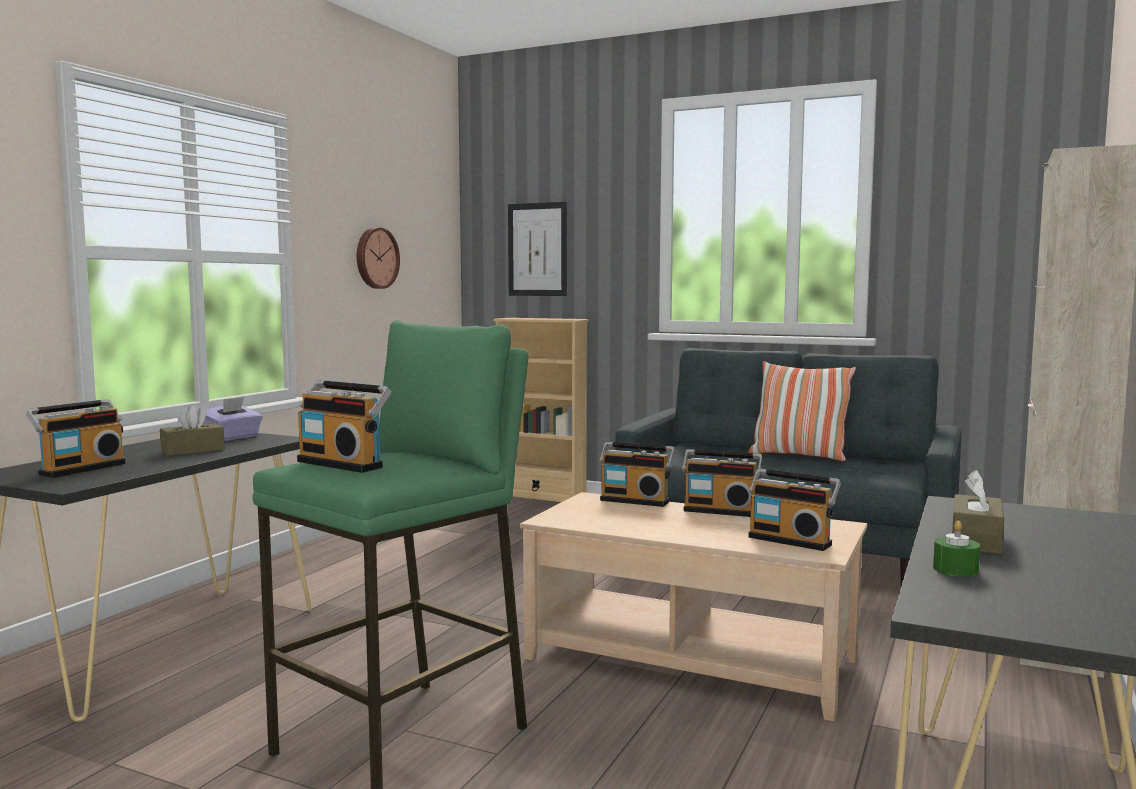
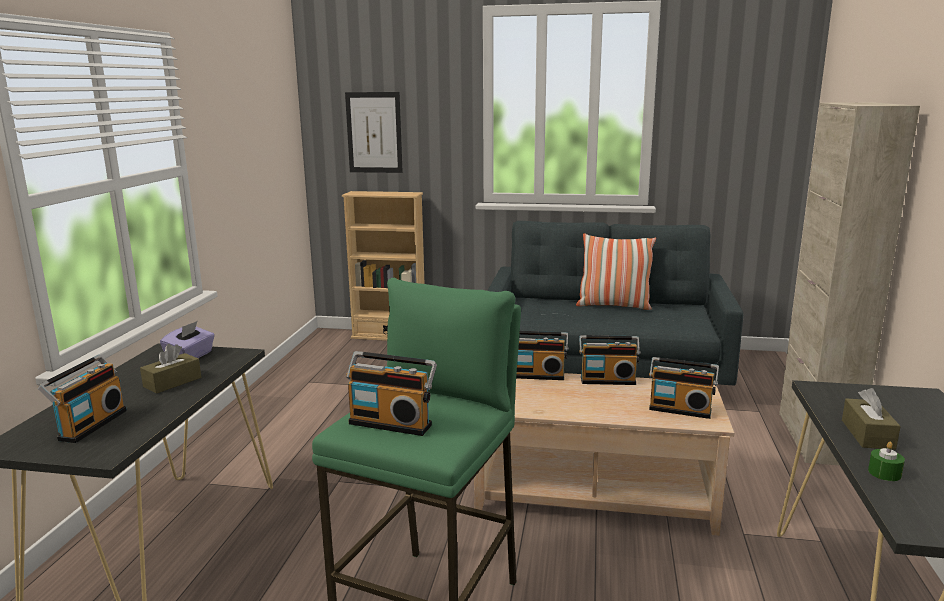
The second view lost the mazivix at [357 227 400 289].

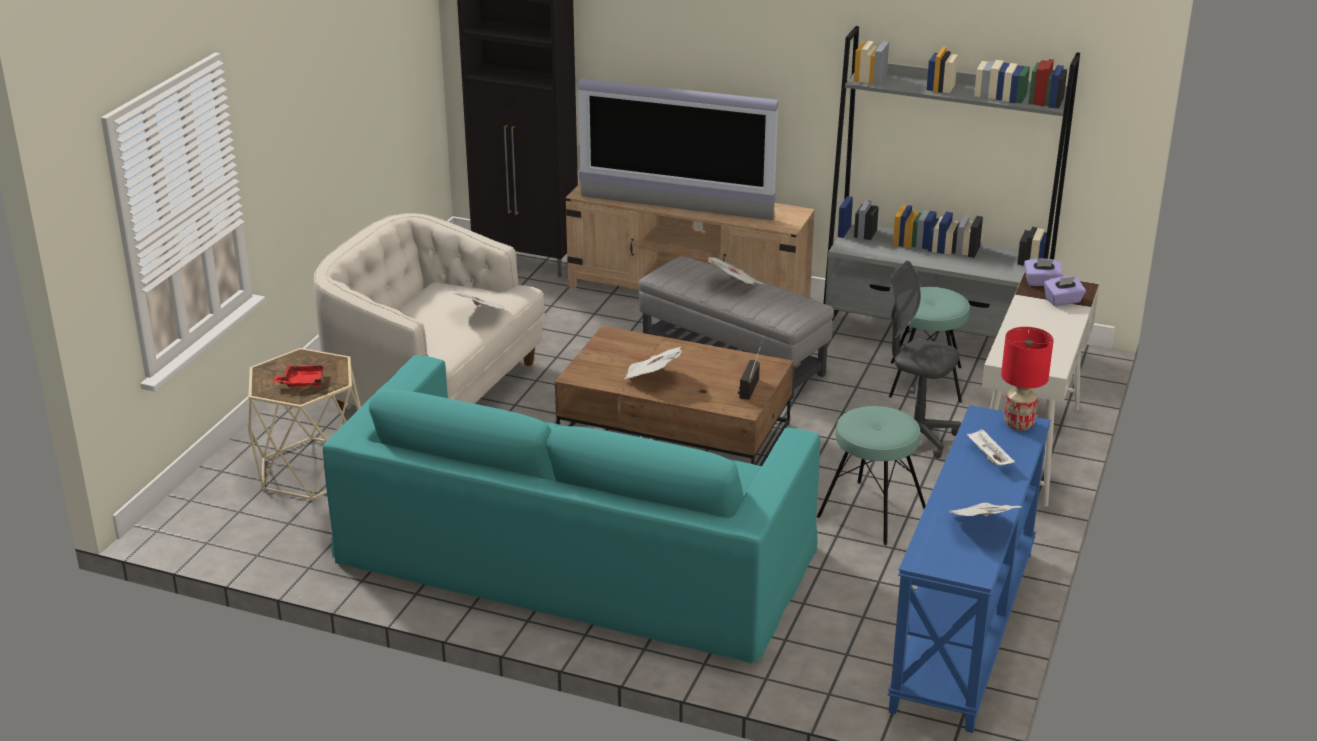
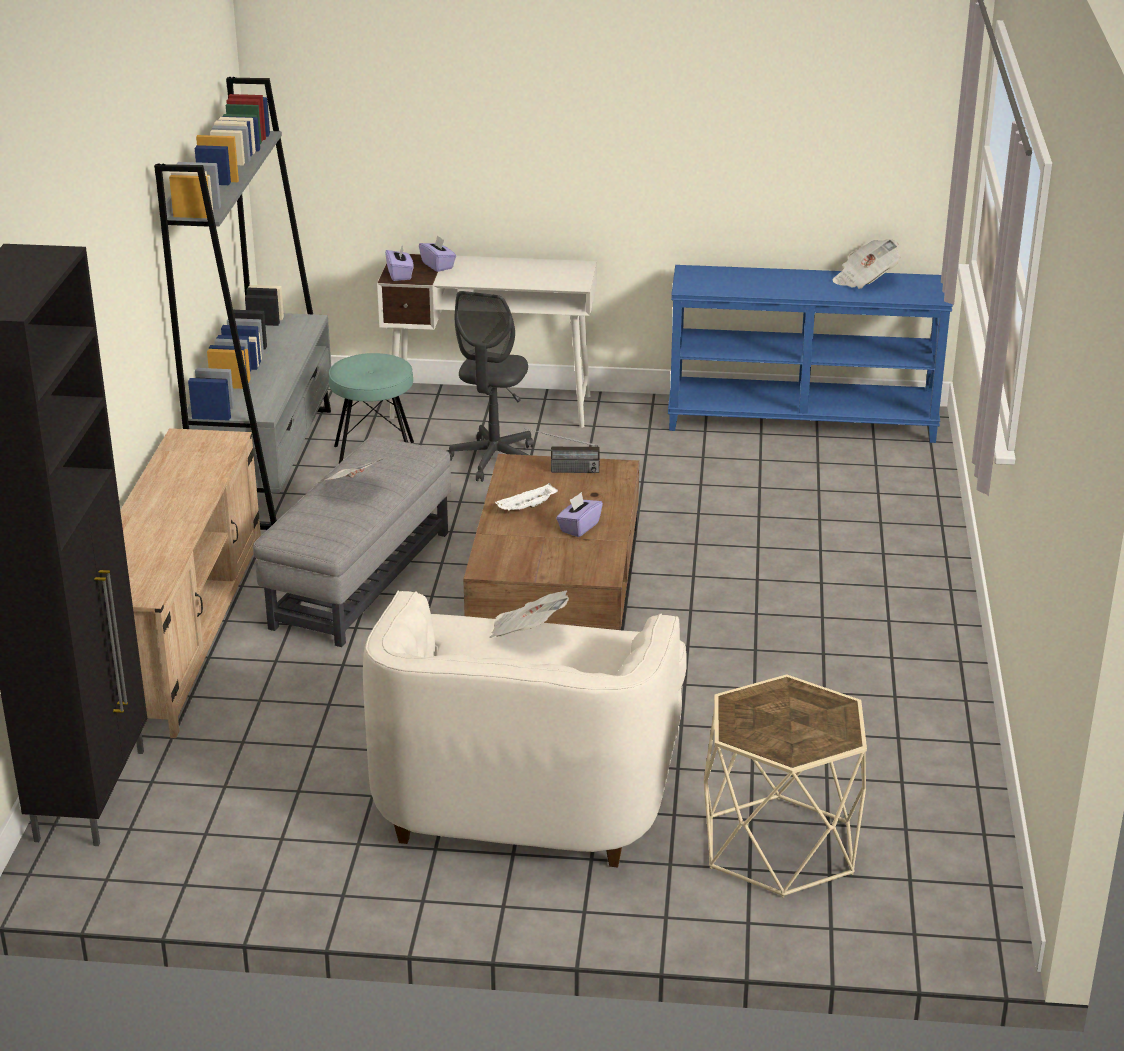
The second view lost the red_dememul at [273 364 325 387].
The second view lost the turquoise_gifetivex at [323 355 820 663].
The second view lost the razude at [578 79 778 220].
The second view lost the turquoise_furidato at [817 406 926 545].
The second view lost the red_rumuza at [1001 327 1054 431].
The white_dememul ended up elsewhere, having gone from [967 429 1015 465] to [495 483 558 511].
Where the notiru stood at [624 347 682 379], the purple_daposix came to stand at [556 492 603 537].

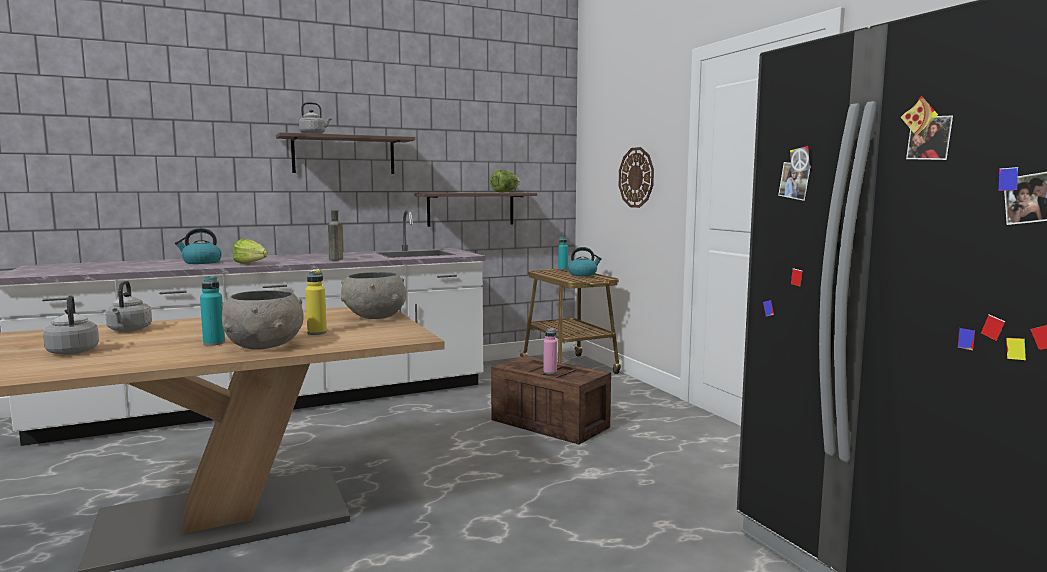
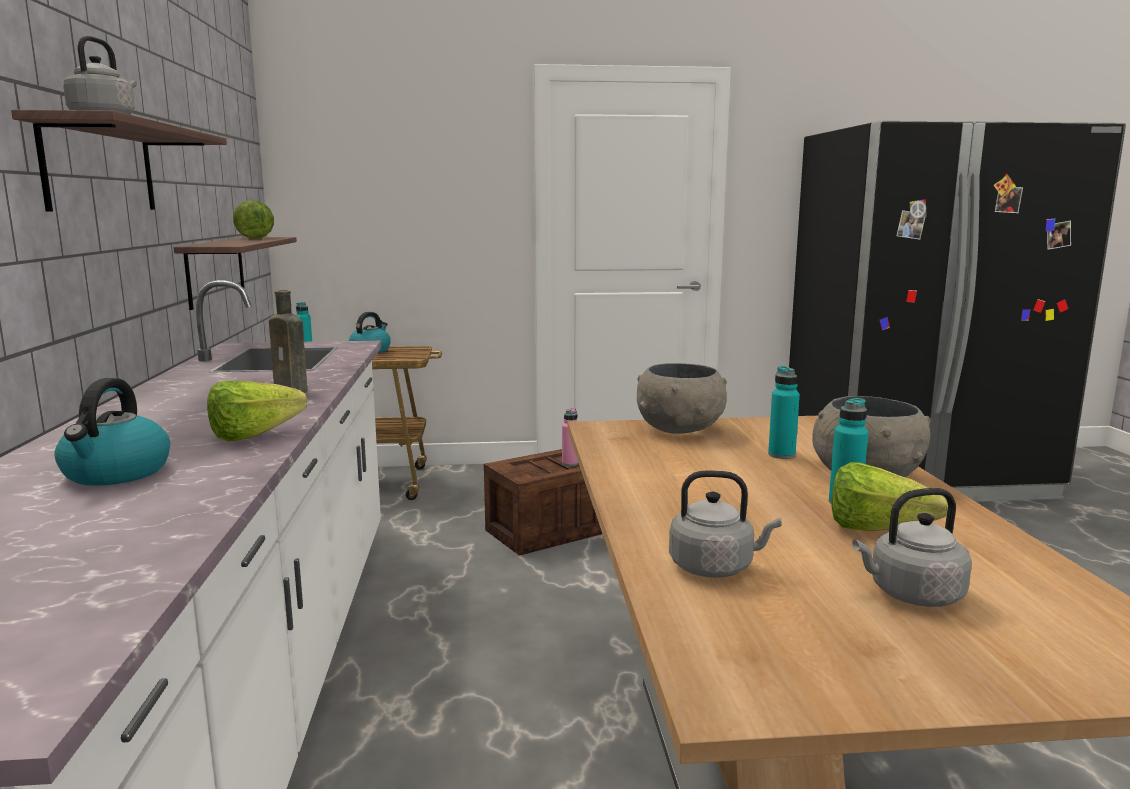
The second view lost the mazivix at [619 147 654 208].
The second view gained the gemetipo at [832 462 948 531].
What was the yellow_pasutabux at [305 270 327 335] turned into the turquoise_pasutabux at [768 366 800 459].

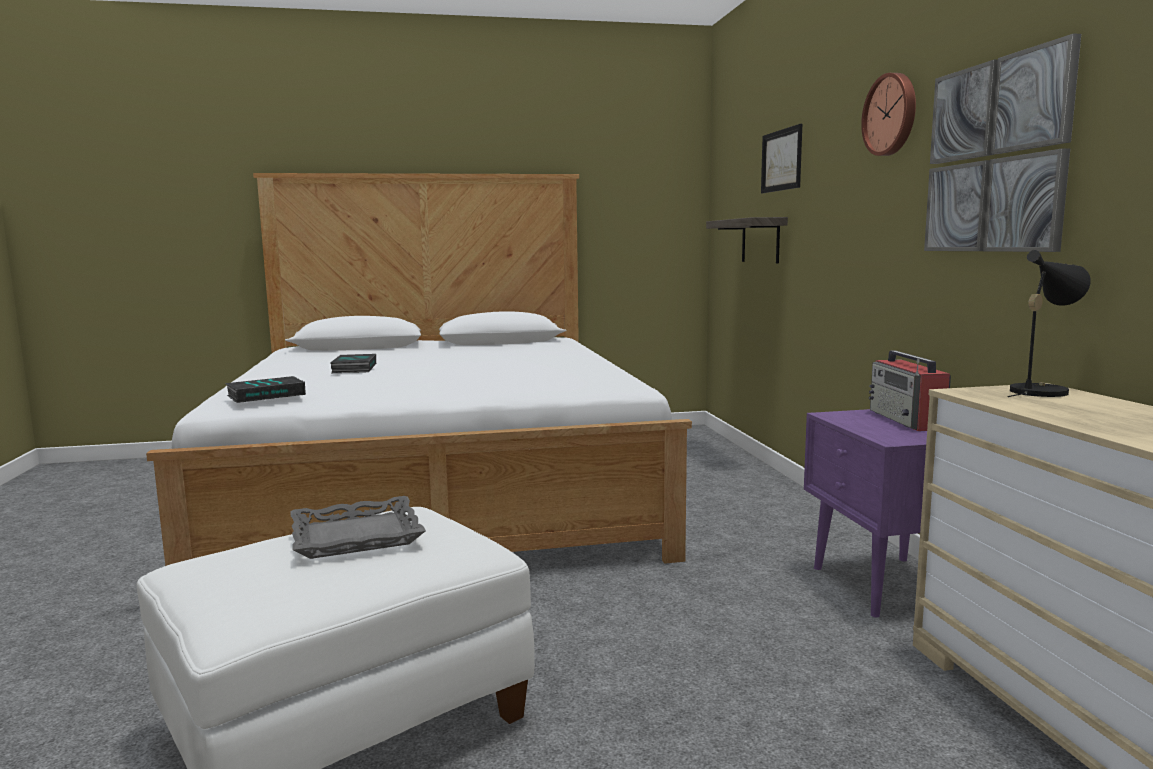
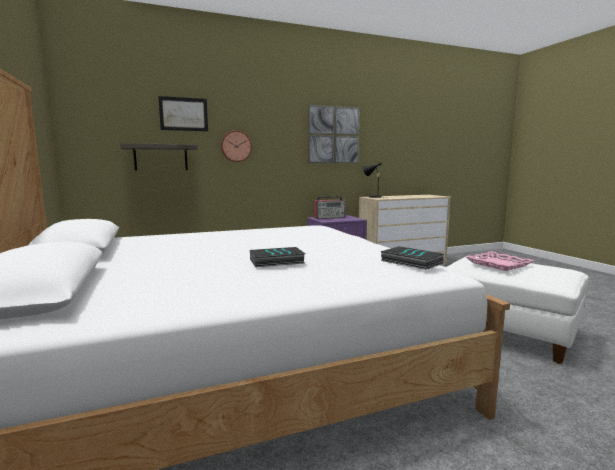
The mazivix ended up elsewhere, having gone from [861 73 916 156] to [221 130 252 162].
What was the grey_dememul at [290 496 426 559] turned into the pink_dememul at [466 251 534 271].

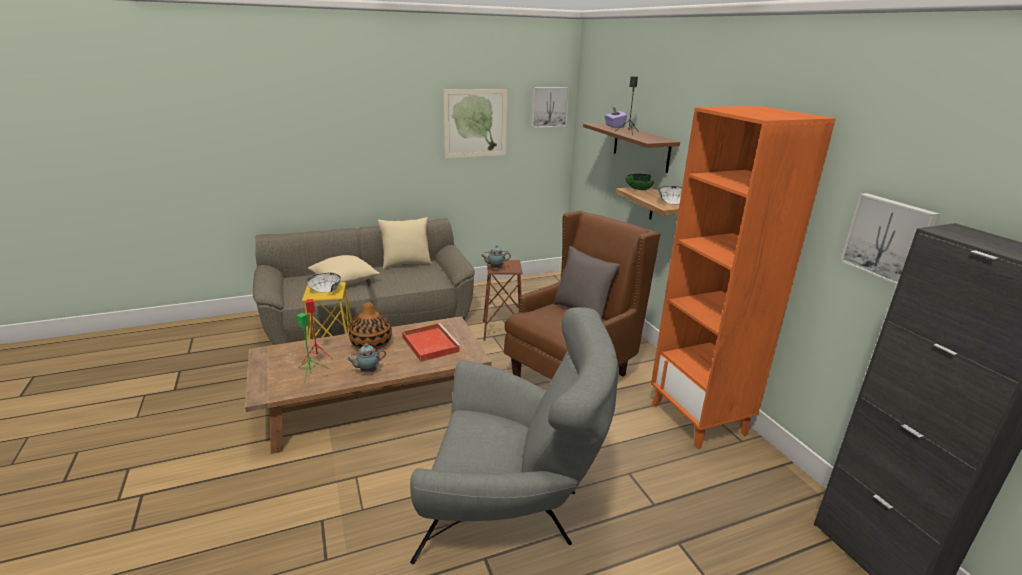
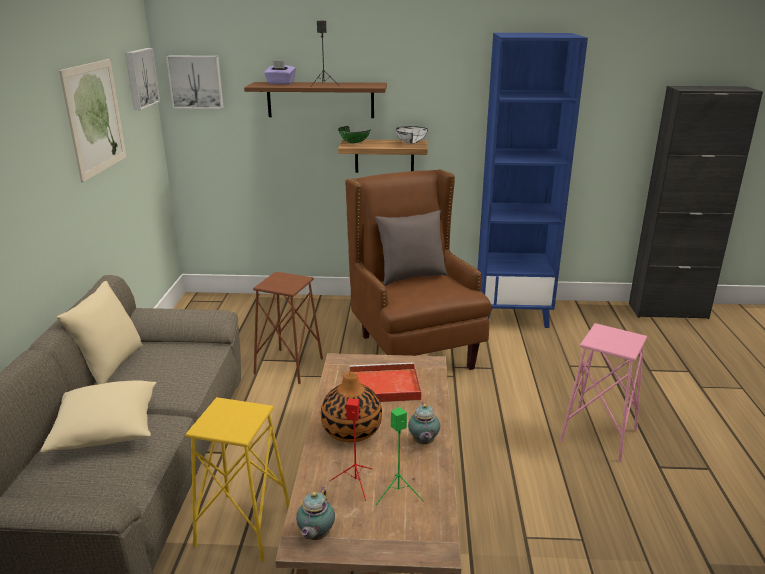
The second view lost the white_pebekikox at [307 273 341 293].
The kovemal ended up elsewhere, having gone from [481 245 511 269] to [296 486 335 540].
The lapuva ended up elsewhere, having gone from [840 193 940 285] to [166 56 224 109].
Where the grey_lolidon stood at [410 307 618 564], the pink_furidato came to stand at [560 323 647 462].
What was the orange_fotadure at [651 106 836 449] turned into the blue_fotadure at [478 33 588 328].

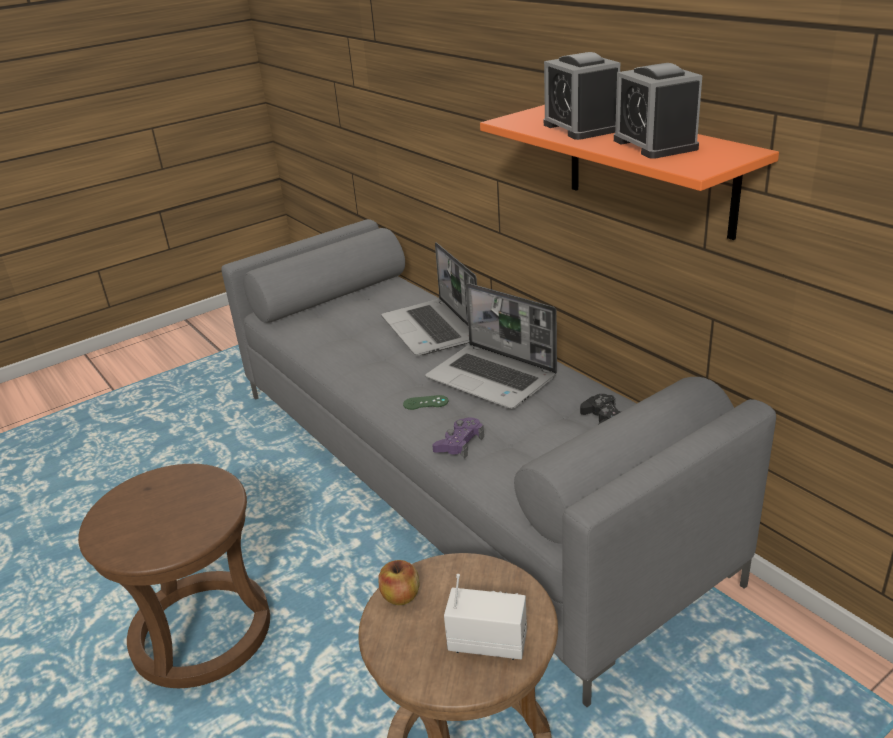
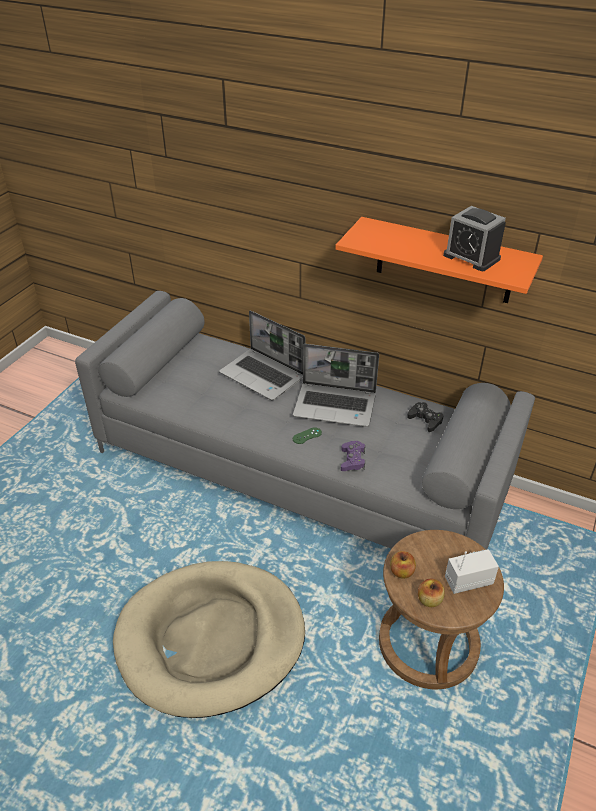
The second view lost the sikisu at [544 52 620 140].
The second view gained the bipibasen at [418 578 445 607].
Where the brown_furidato stood at [78 464 270 688], the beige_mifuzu came to stand at [113 561 305 718].

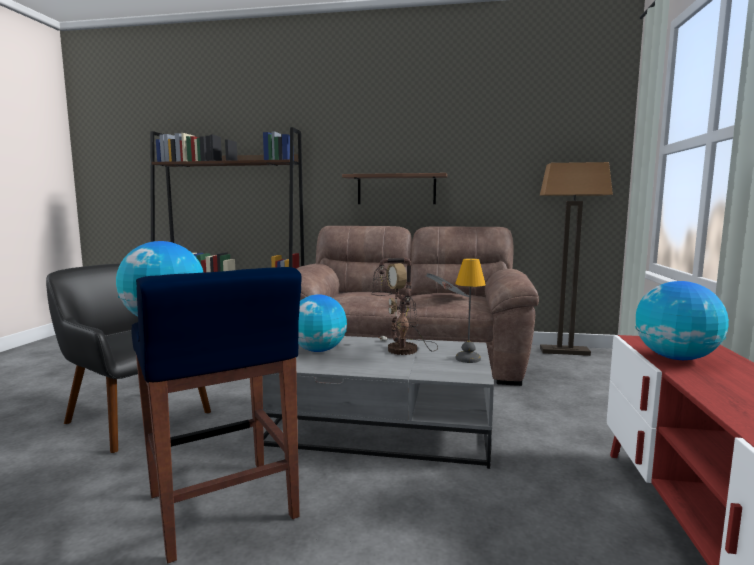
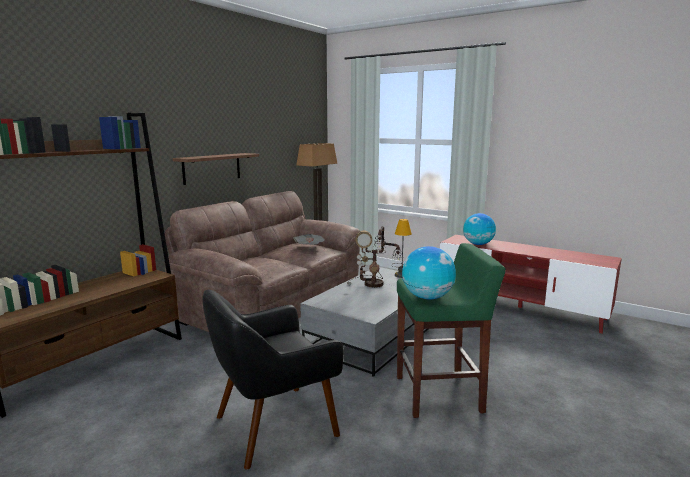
The second view lost the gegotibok at [298 294 347 352].
What was the blue_furidato at [131 267 302 563] turned into the green_furidato at [397 243 506 418].

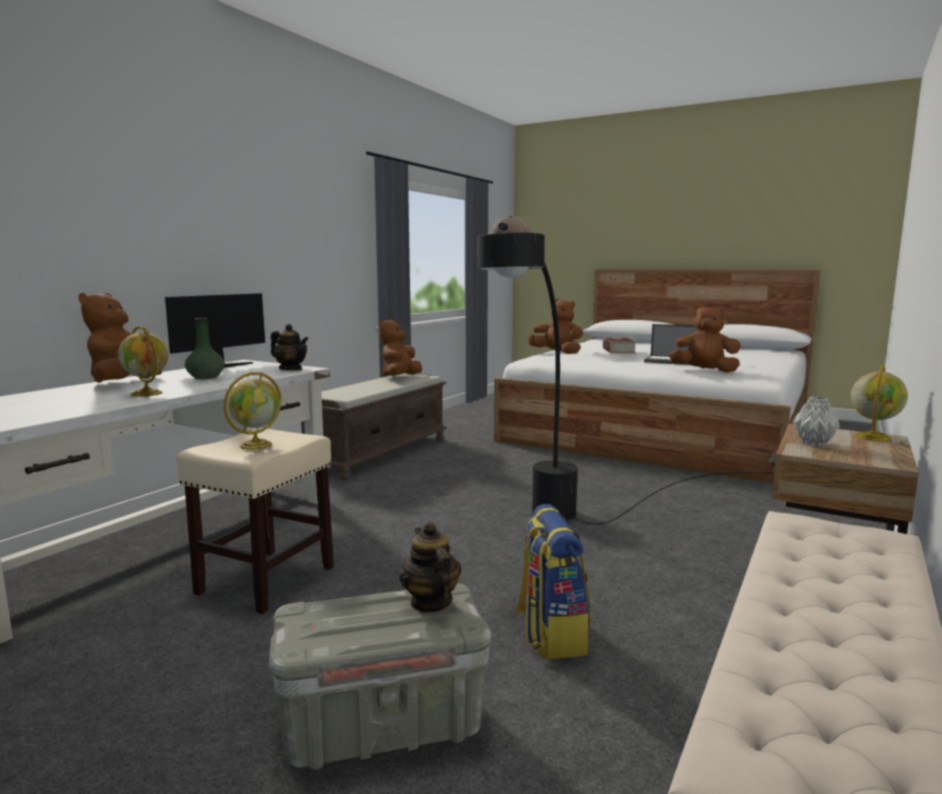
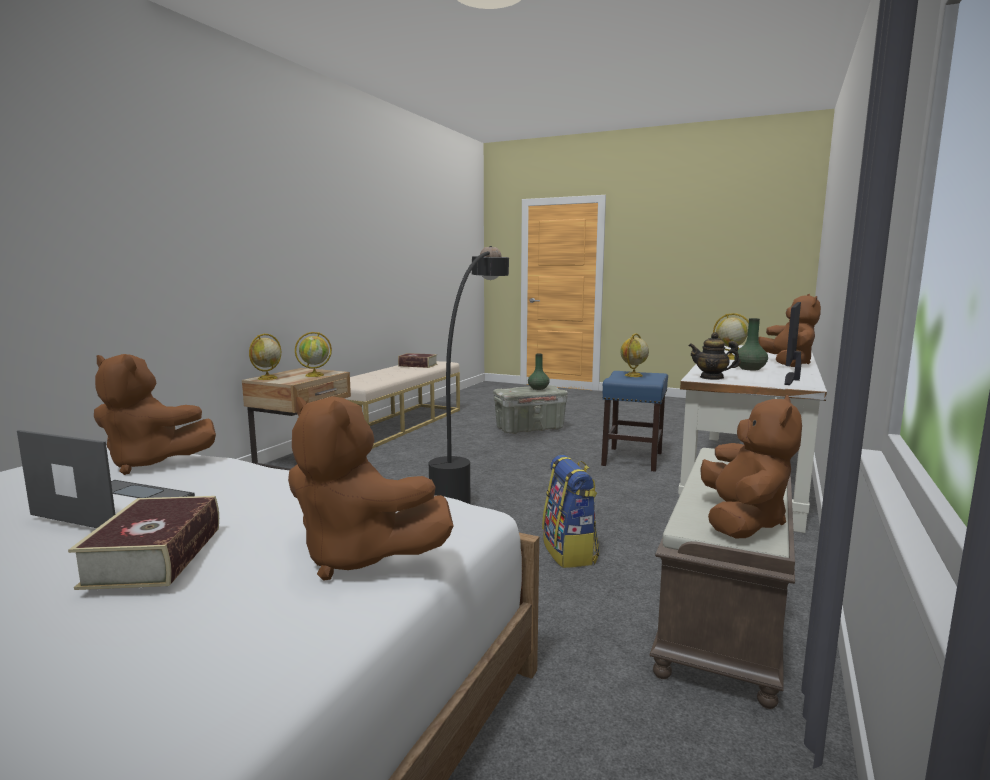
The second view lost the kovemal at [399 522 461 613].
The second view gained the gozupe at [398 353 438 368].
The second view gained the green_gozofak at [528 354 550 390].
The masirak ended up elsewhere, having gone from [516 504 591 659] to [542 455 600 568].
Where the grey_gozofak stood at [793 396 840 446], the gegotibok came to stand at [295 332 332 377].
What was the beige_furidato at [177 428 334 614] turned into the blue_furidato at [601 371 668 472].

